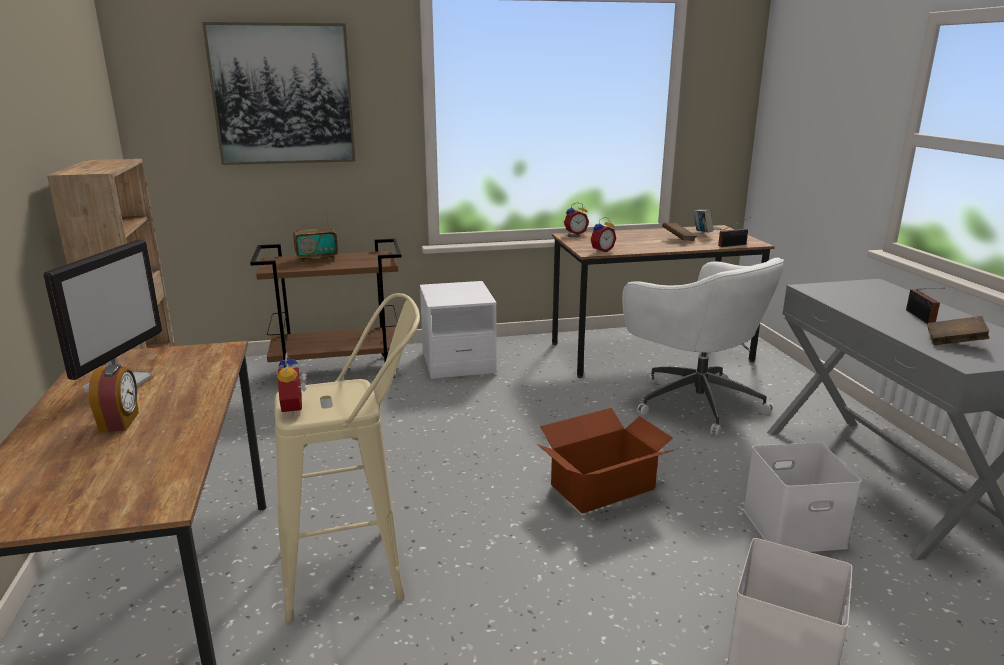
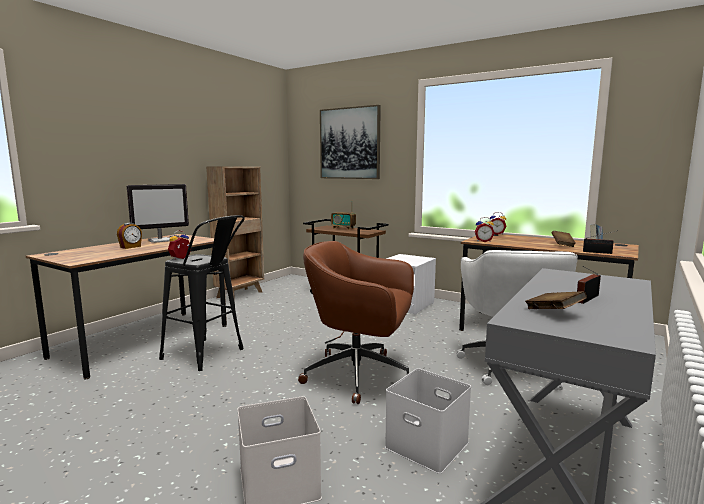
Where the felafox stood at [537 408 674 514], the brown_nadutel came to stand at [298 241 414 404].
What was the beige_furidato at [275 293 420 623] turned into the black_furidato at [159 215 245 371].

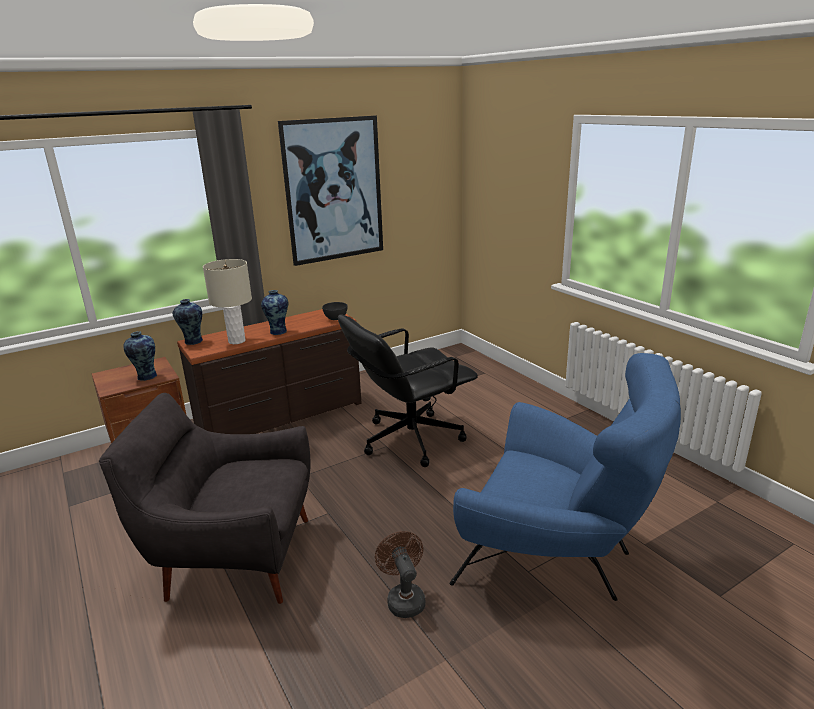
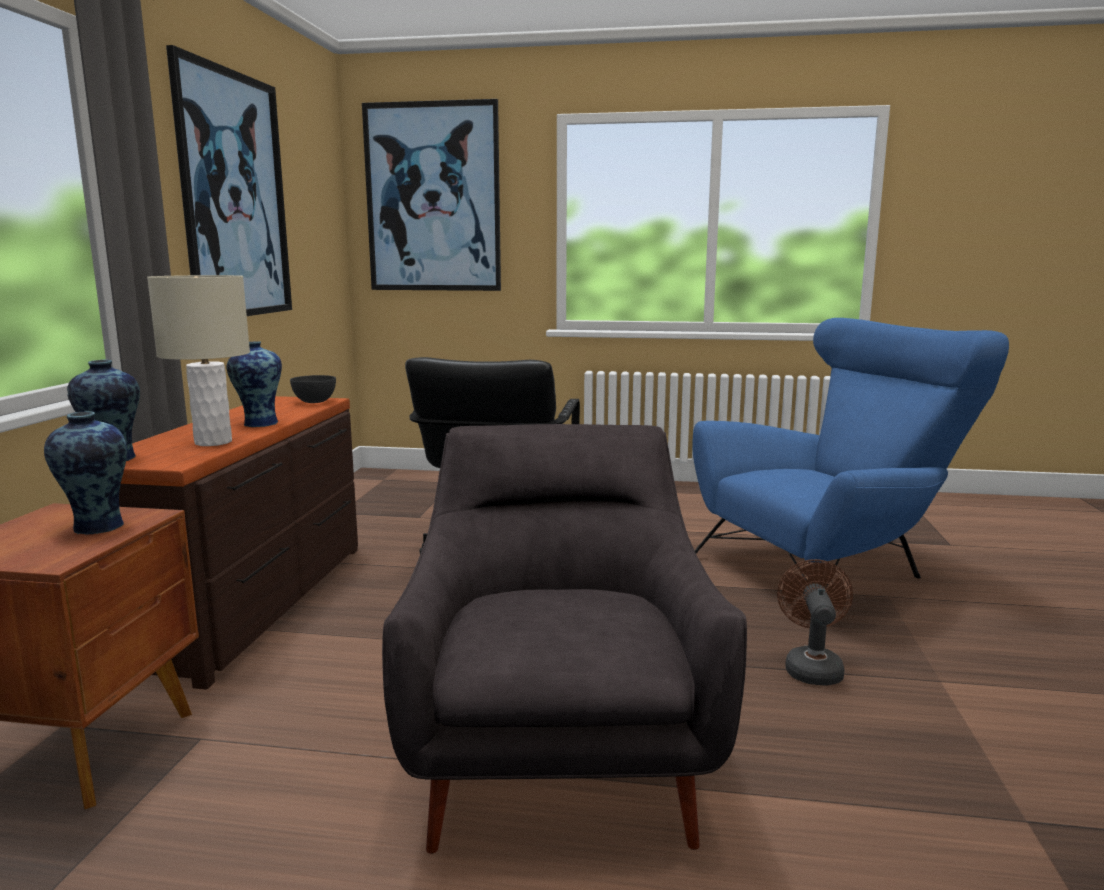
The second view gained the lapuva at [362 99 501 291].
The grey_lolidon at [99 393 310 604] ended up facing another way, 135 degrees clockwise from before.
The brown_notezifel at [375 531 425 618] ended up facing another way, 75 degrees clockwise from before.

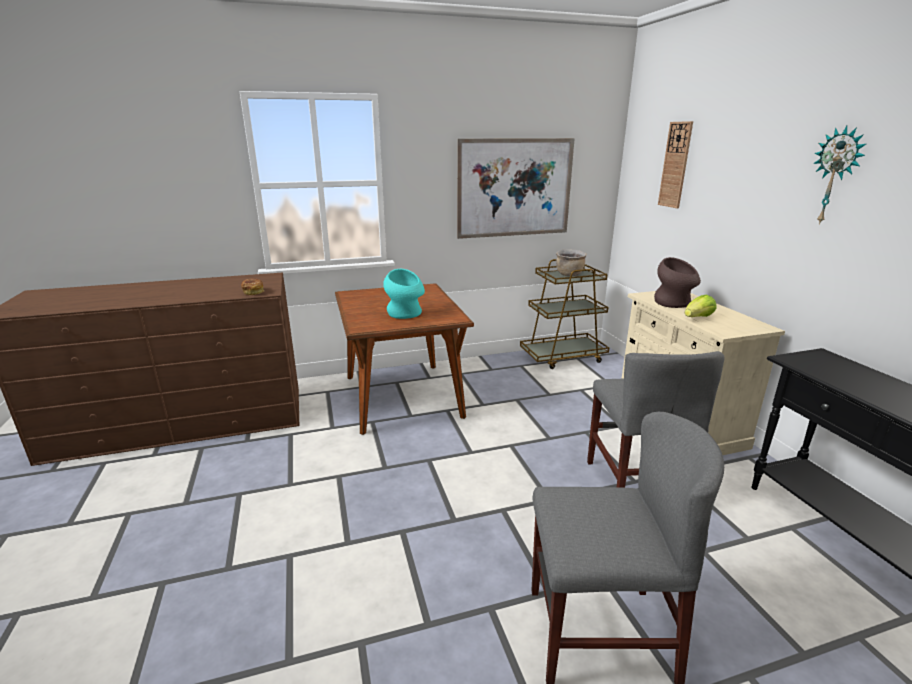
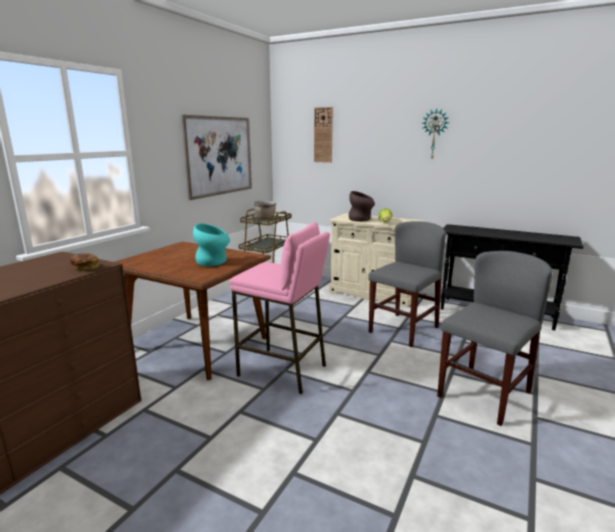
The second view gained the pink_furidato at [229 222 330 394].
The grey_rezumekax at [587 351 725 488] ended up facing another way, 90 degrees counterclockwise from before.

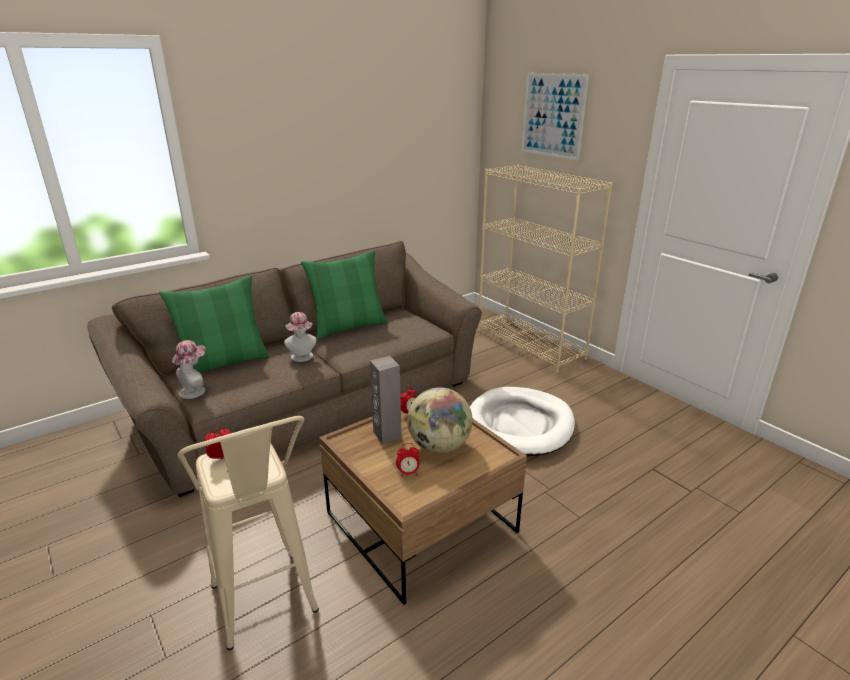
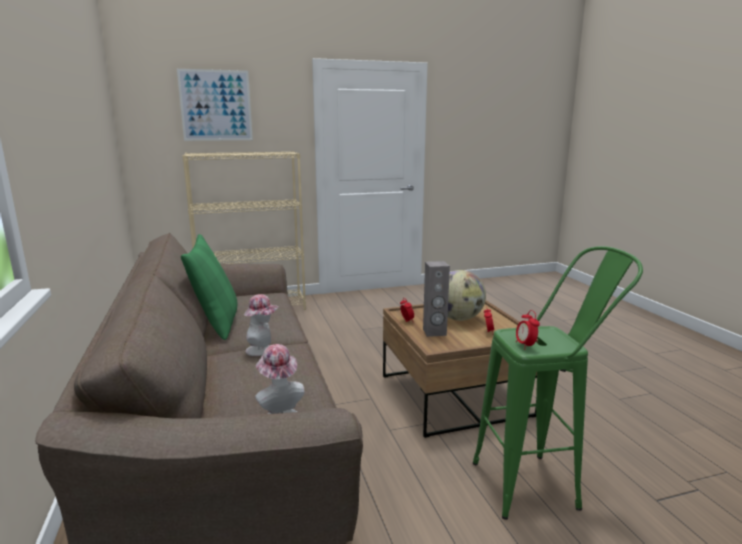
The second view lost the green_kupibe at [159 275 270 373].
The second view lost the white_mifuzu at [470 387 575 456].
What was the beige_furidato at [178 416 319 650] turned into the green_furidato at [473 246 643 520].

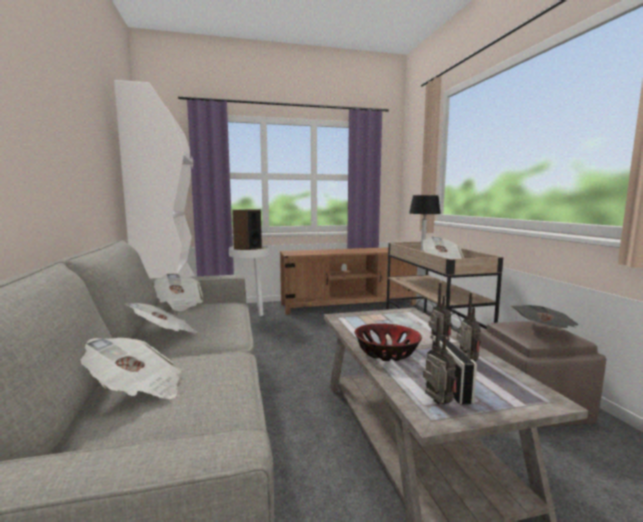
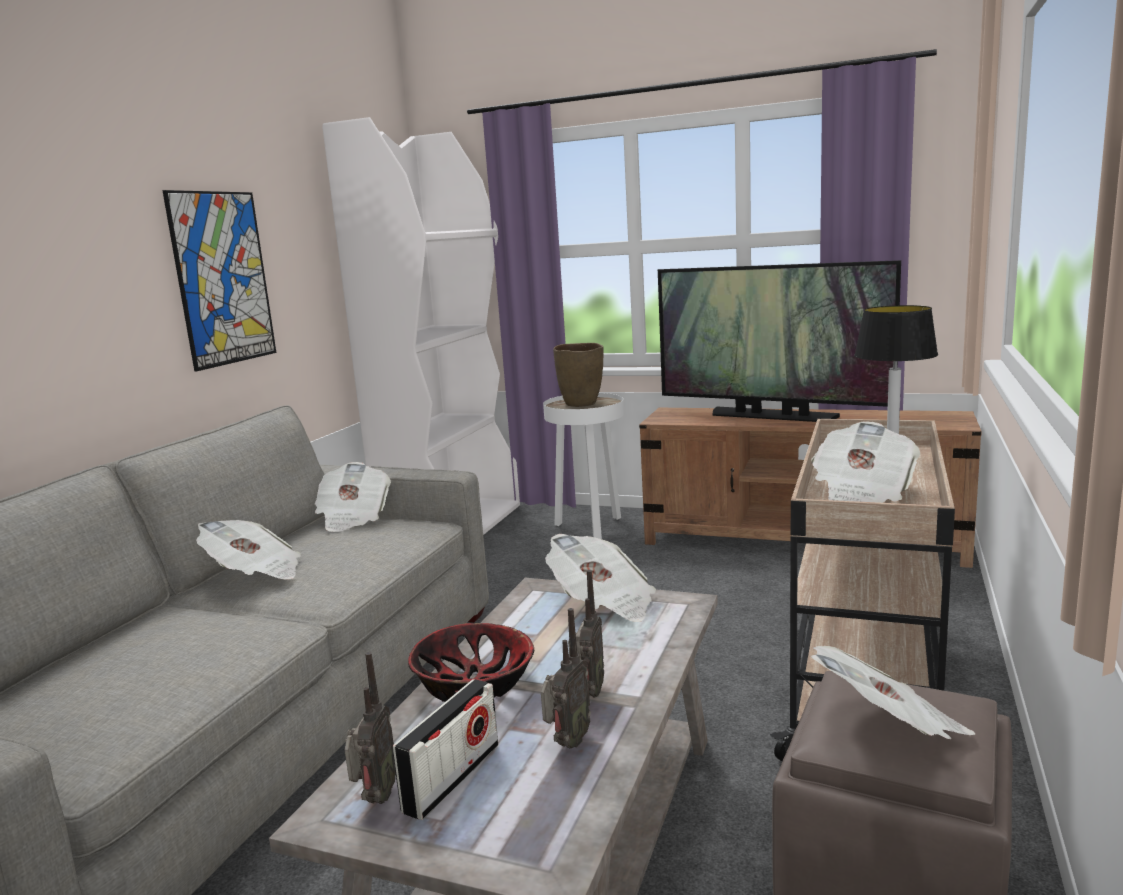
The second view gained the lapuva at [162 190 276 371].
The second view gained the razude at [658 260 901 422].
The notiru ended up elsewhere, having gone from [81 338 181 399] to [545 534 656 622].
Where the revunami stood at [232 209 262 250], the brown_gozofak came to stand at [553 343 604 407].

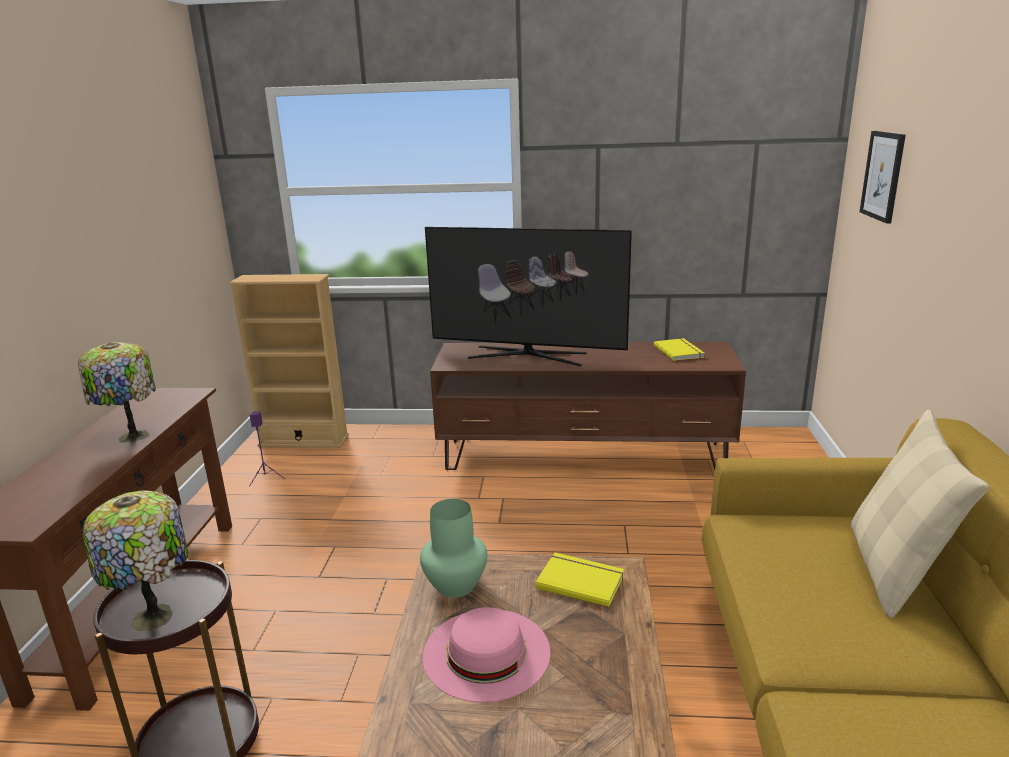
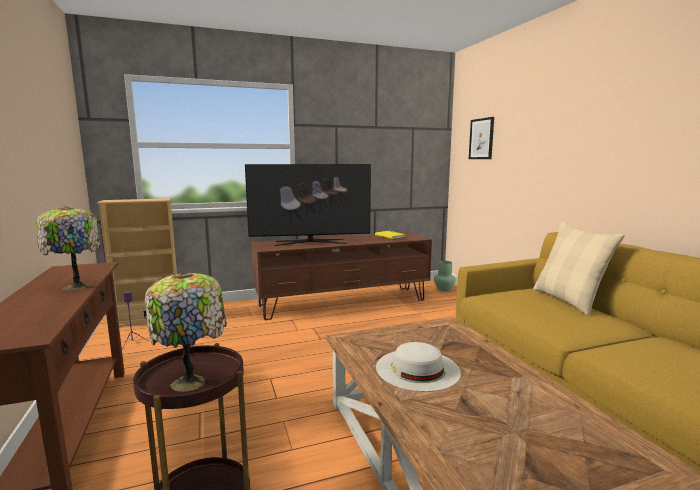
The second view lost the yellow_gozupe at [535 553 624 607].
The green_gozofak ended up elsewhere, having gone from [420 499 487 598] to [434 261 456 292].
What was the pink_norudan at [423 607 550 702] turned into the white_norudan at [376 342 461 392].

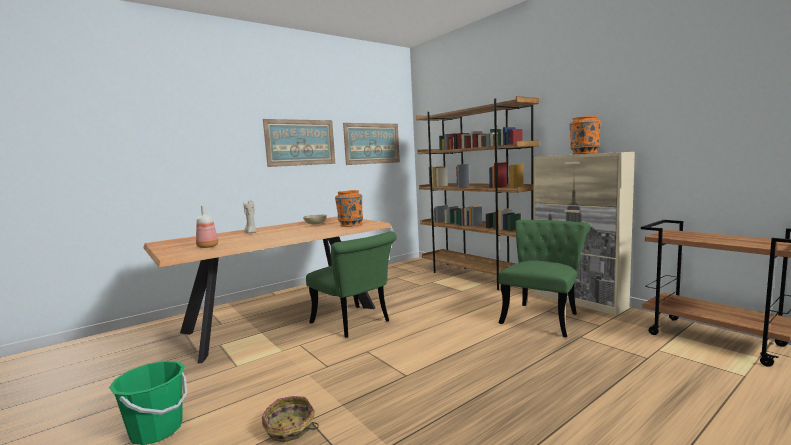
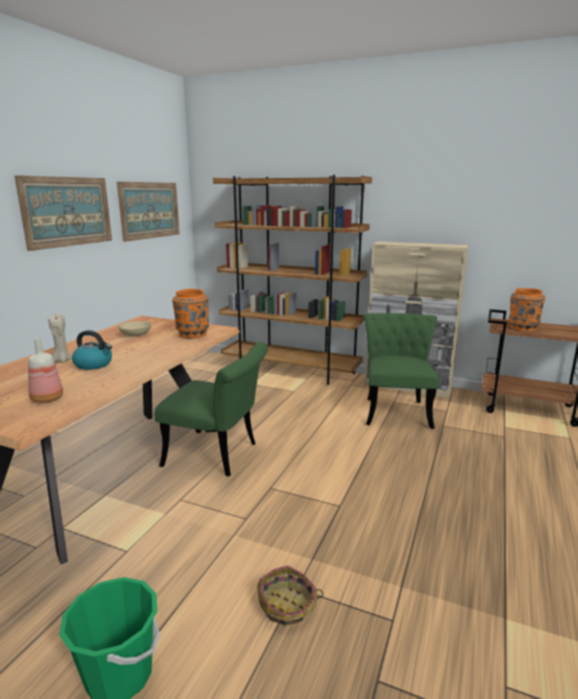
The second view gained the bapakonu at [72 330 112 370].
The orange_gozofak ended up elsewhere, having gone from [569 116 601 154] to [509 288 545 332].

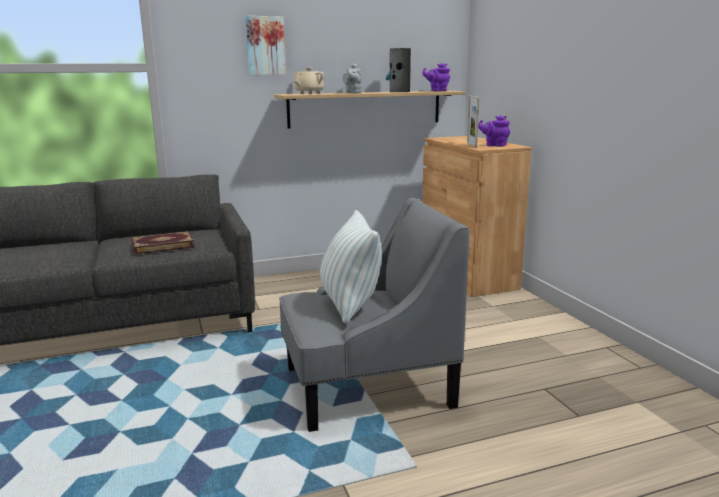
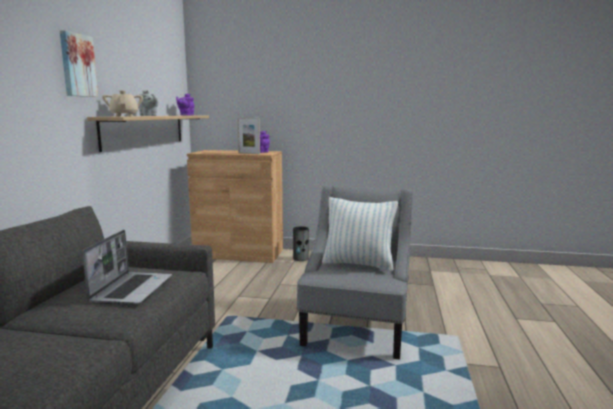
The gozofak ended up elsewhere, having gone from [386 48 411 92] to [293 226 309 261].
Where the gozupe stood at [132 231 195 254], the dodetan came to stand at [82 230 172 305].

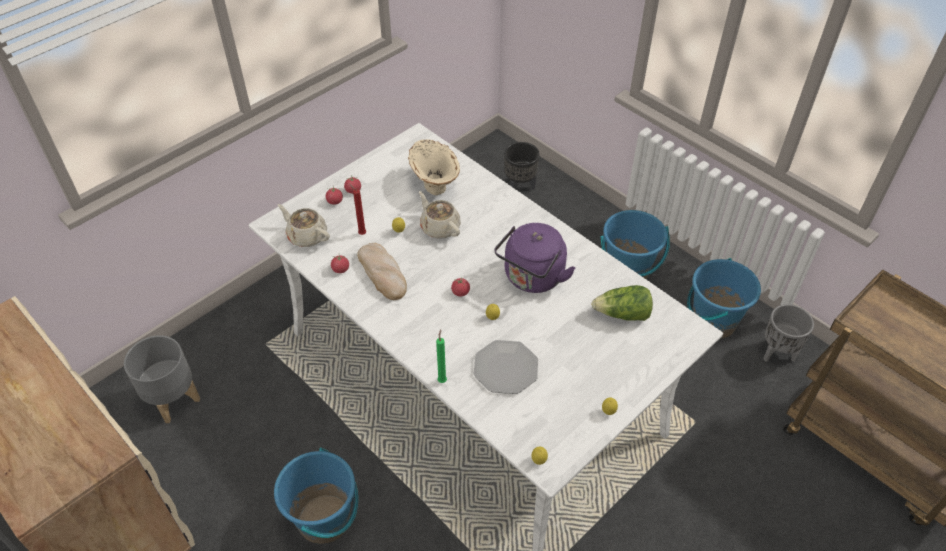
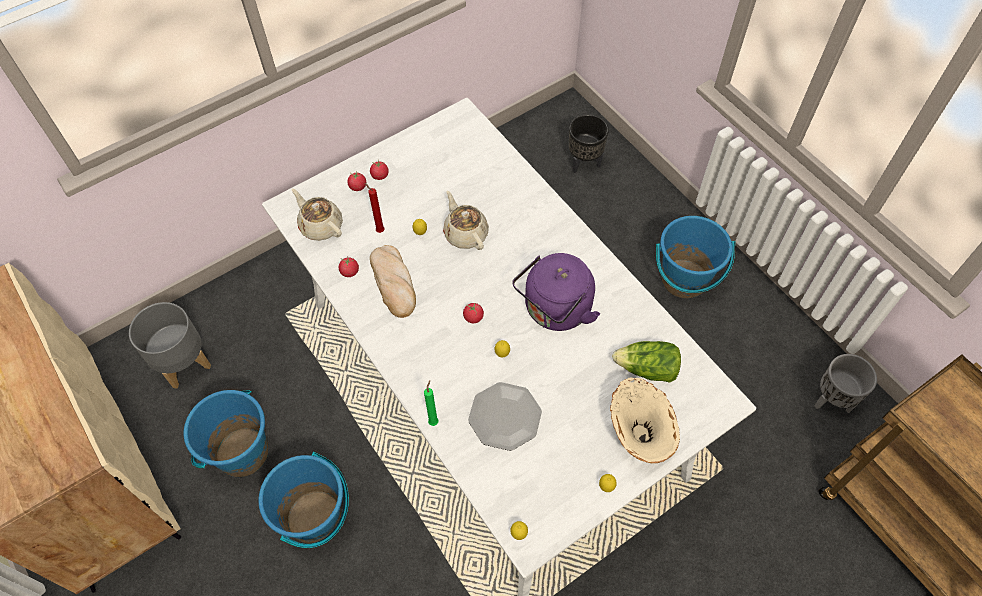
The beige_gozofak ended up elsewhere, having gone from [408 139 460 195] to [610 377 680 463].
The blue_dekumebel ended up elsewhere, having gone from [687 258 761 339] to [184 390 269 477].

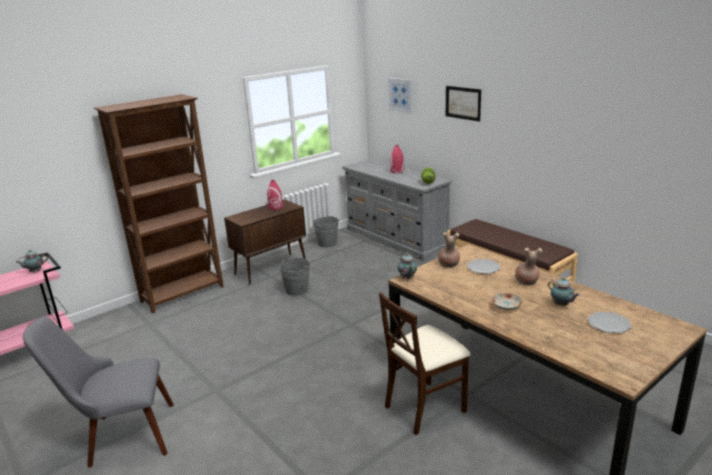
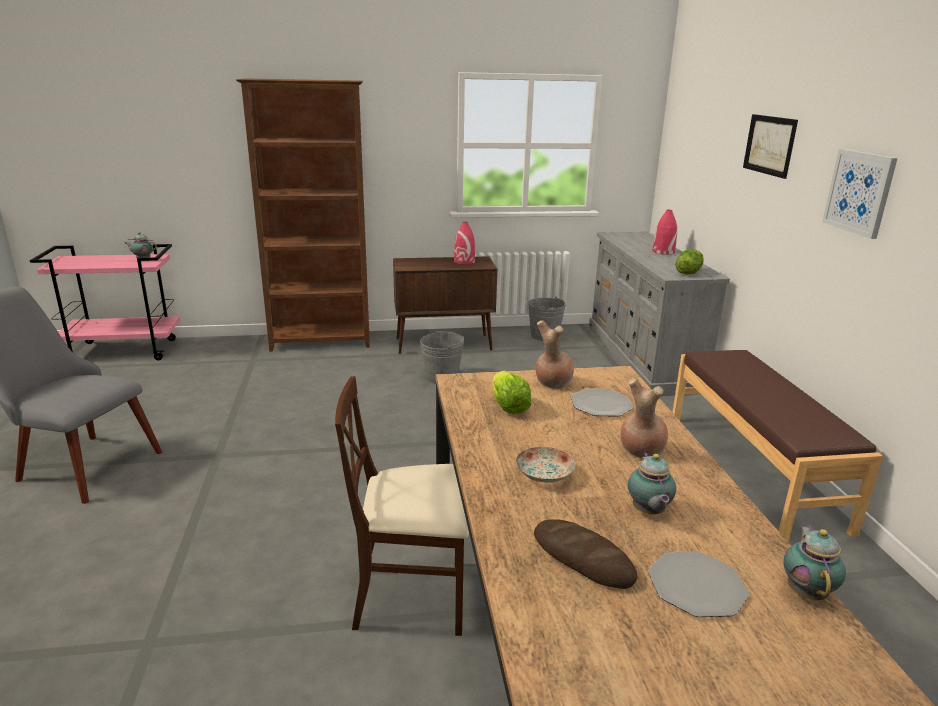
The second view gained the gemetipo at [492 371 531 414].
The second view gained the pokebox at [534 519 638 589].
The lapuva ended up elsewhere, having gone from [388 78 413 113] to [822 149 898 239].
The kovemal ended up elsewhere, having gone from [397 253 417 279] to [783 524 846 600].

